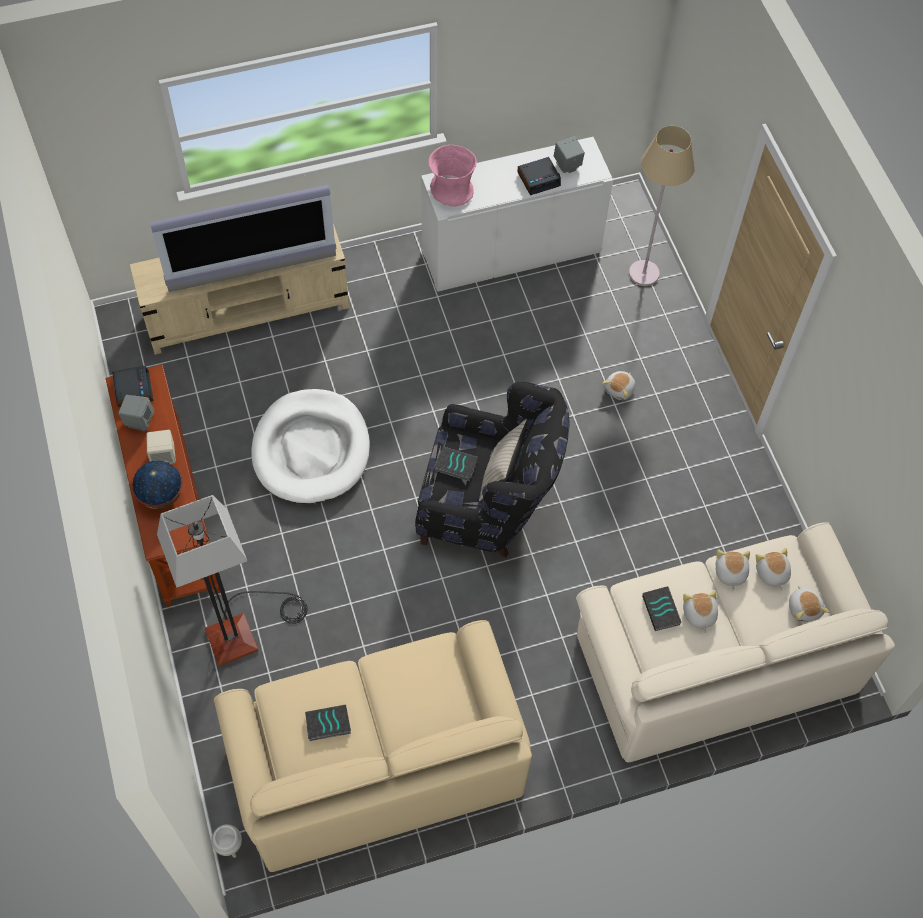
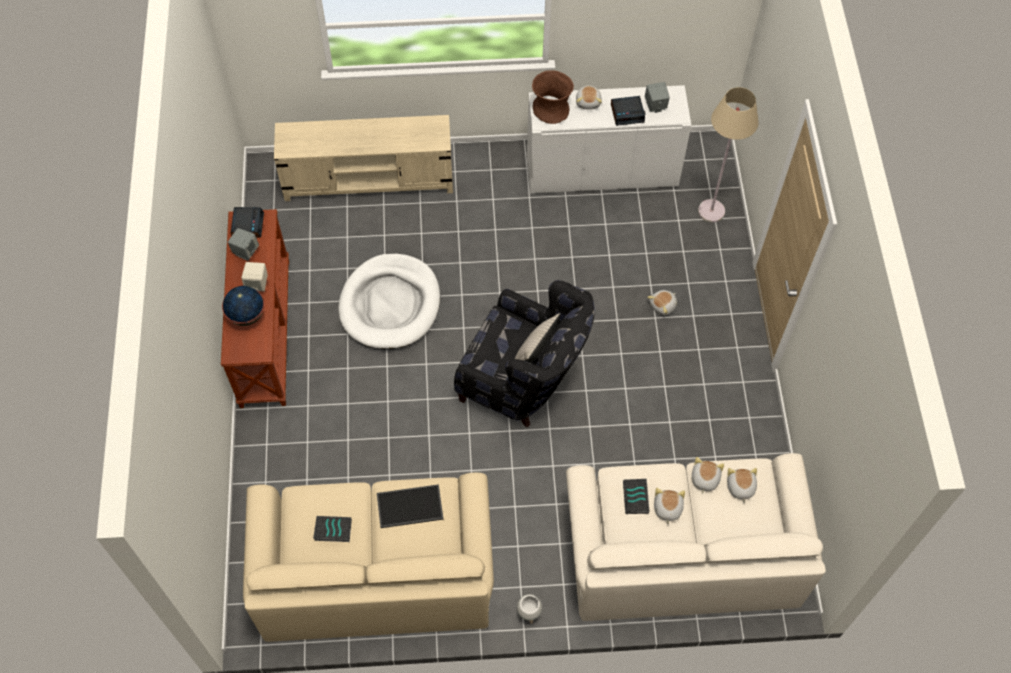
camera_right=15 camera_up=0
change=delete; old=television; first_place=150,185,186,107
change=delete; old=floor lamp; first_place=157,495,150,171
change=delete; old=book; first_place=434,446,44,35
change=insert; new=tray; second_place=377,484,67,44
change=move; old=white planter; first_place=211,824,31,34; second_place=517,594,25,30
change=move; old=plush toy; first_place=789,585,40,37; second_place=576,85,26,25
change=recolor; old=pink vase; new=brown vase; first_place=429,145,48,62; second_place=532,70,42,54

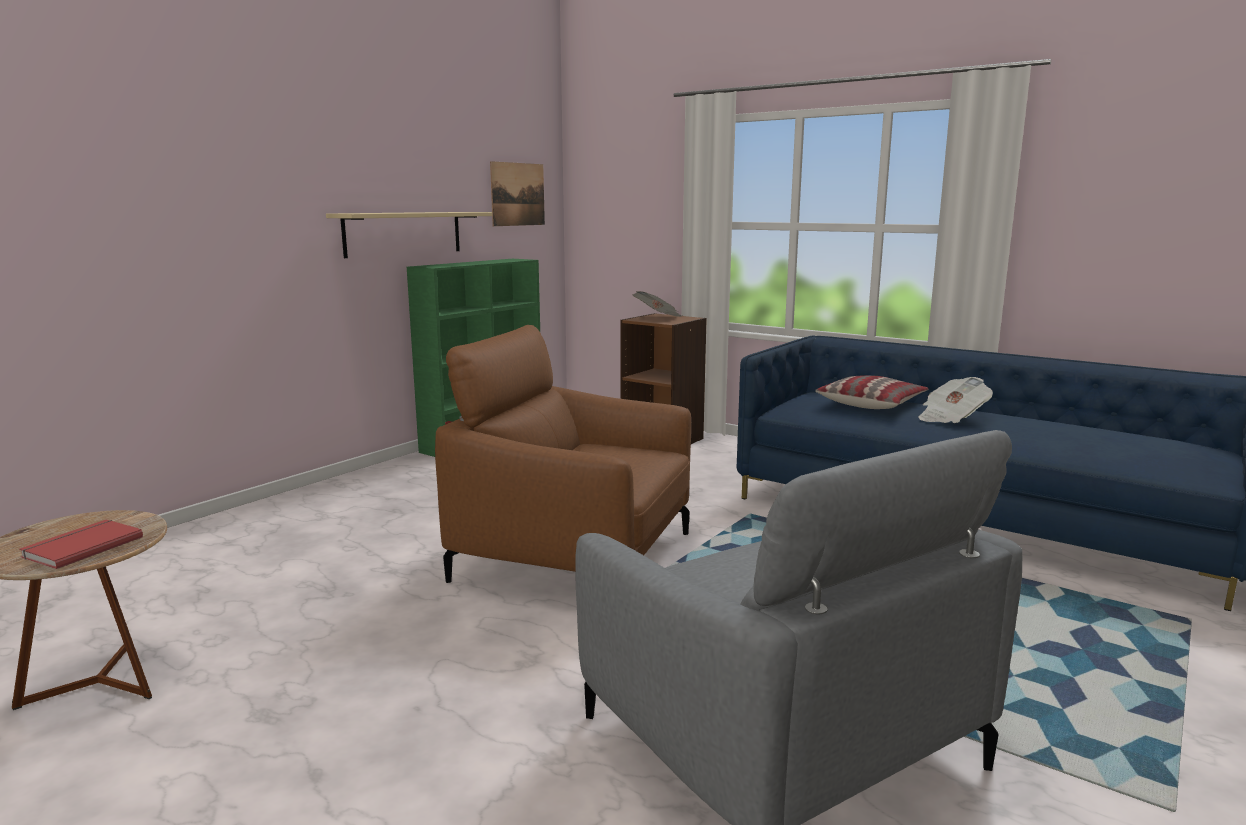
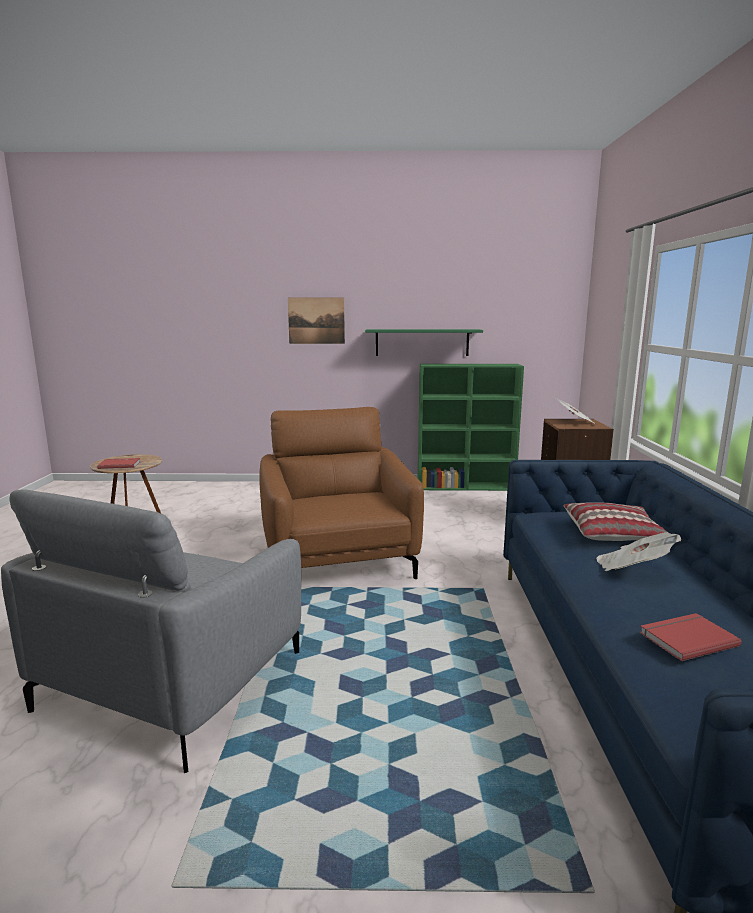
camera_right=55 camera_up=0
change=insert; new=red book; second_place=640,613,102,48
change=move; old=picture; first_place=490,161,55,65; second_place=288,297,57,47
change=recolor; old=beige shelf; new=green shelf; first_place=326,212,166,46; second_place=365,329,118,27

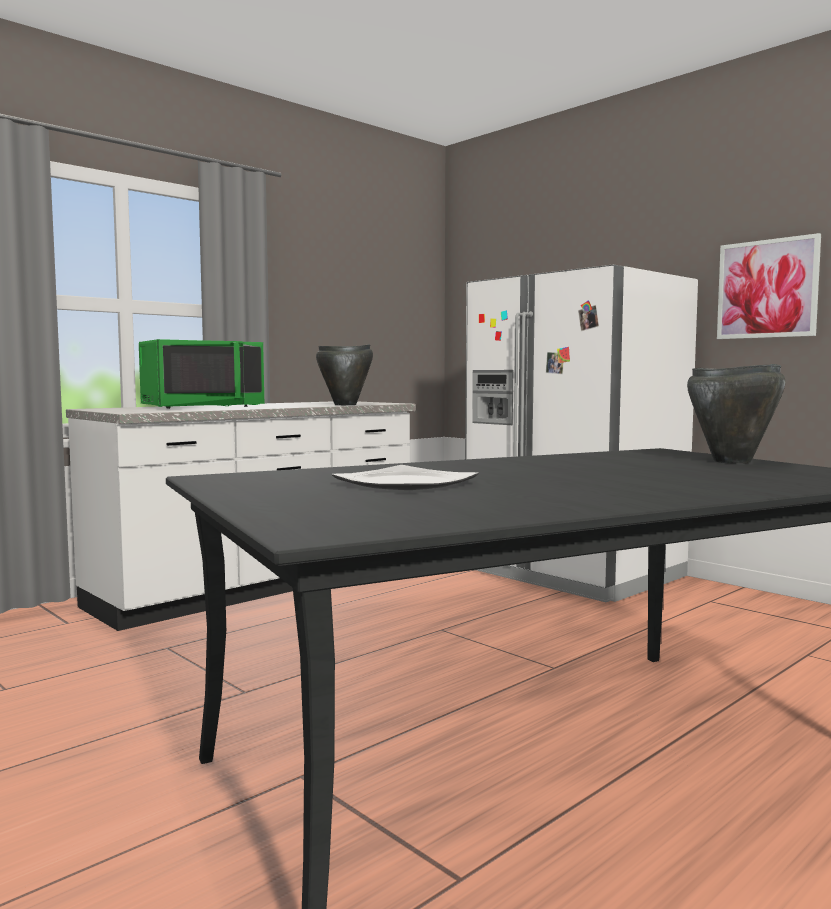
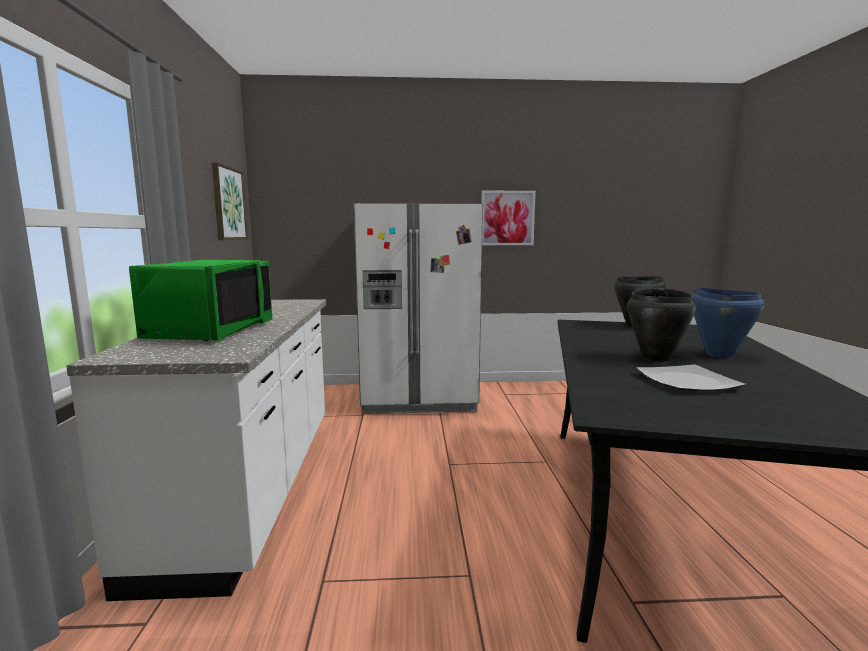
camera_right=-50 camera_up=5
change=insert; new=picture; second_place=212,162,36,78
change=insert; new=blue cooking pot; second_place=692,287,72,71
change=move; old=black cooking pot; first_place=316,344,57,61; second_place=627,288,69,74

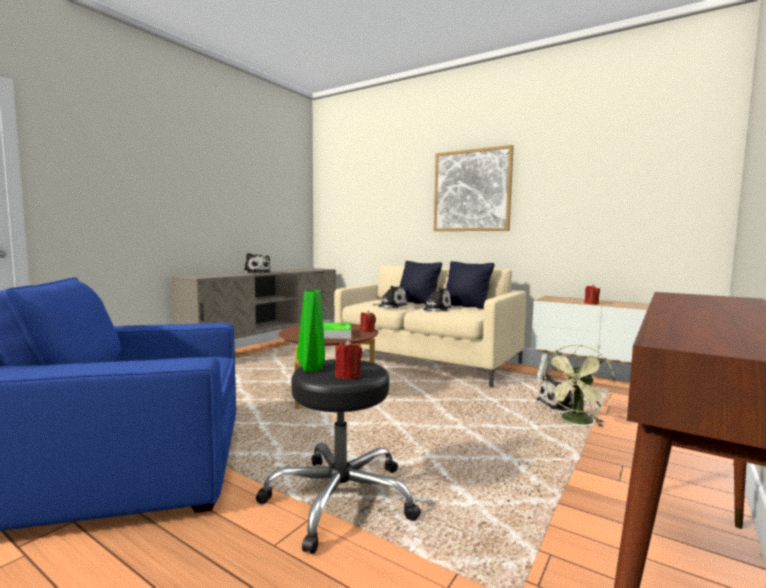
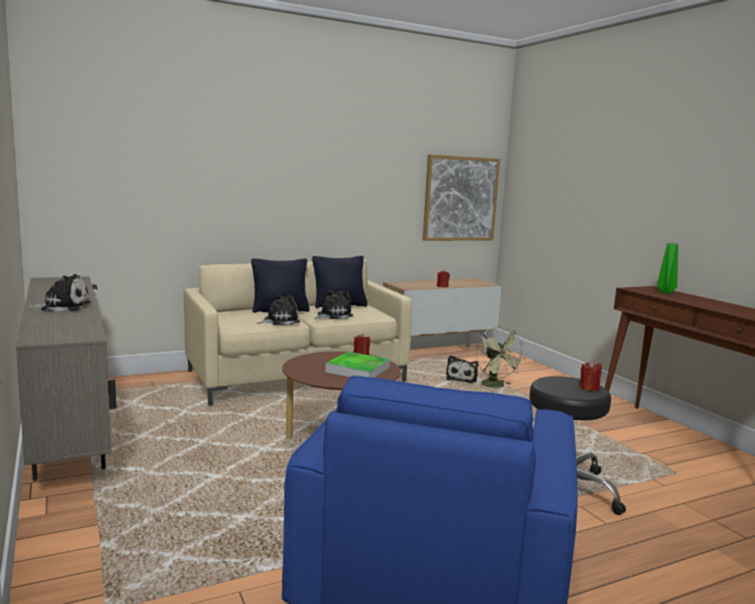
camera_right=-60 camera_up=5
change=move; old=green vase; first_place=297,290,28,82; second_place=657,243,21,51
change=move; old=picture; first_place=434,145,80,86; second_place=423,155,77,86

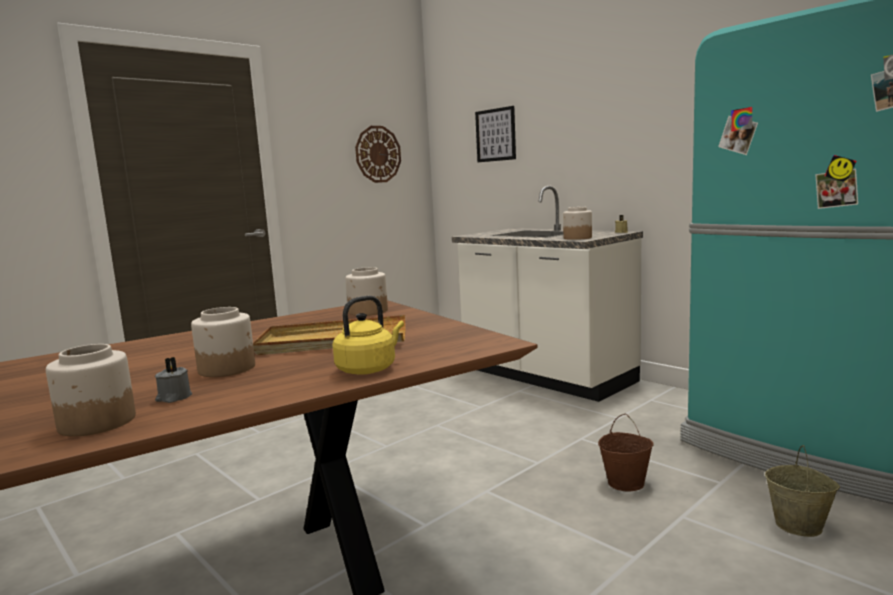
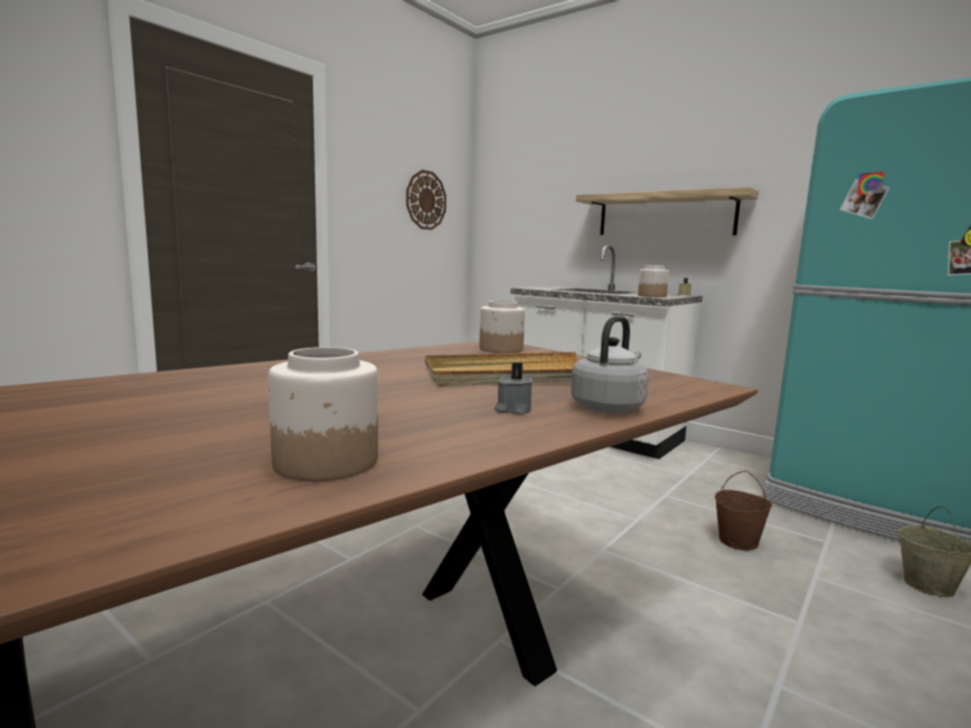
camera_right=-10 camera_up=0
change=delete; old=jar; first_place=191,307,64,70
change=delete; old=picture; first_place=475,106,41,56
change=insert; new=shelf; second_place=576,187,183,48
change=move; old=grey candle; first_place=155,357,37,46; second_place=494,362,39,52
change=recolor; old=yellow kettle; new=grey kettle; first_place=333,295,71,80; second_place=571,316,78,97

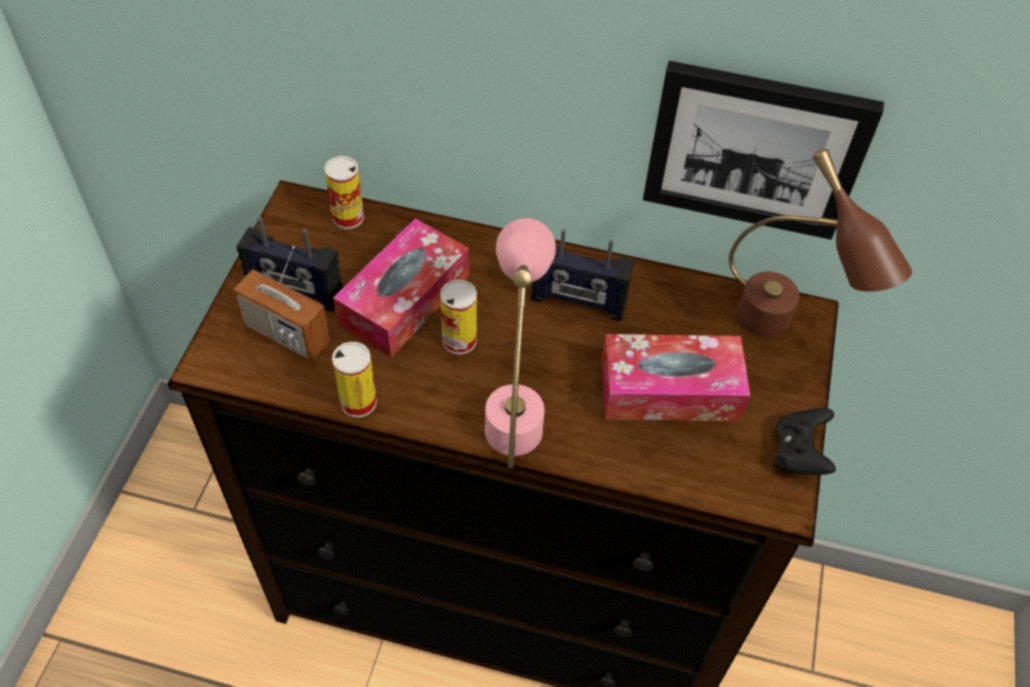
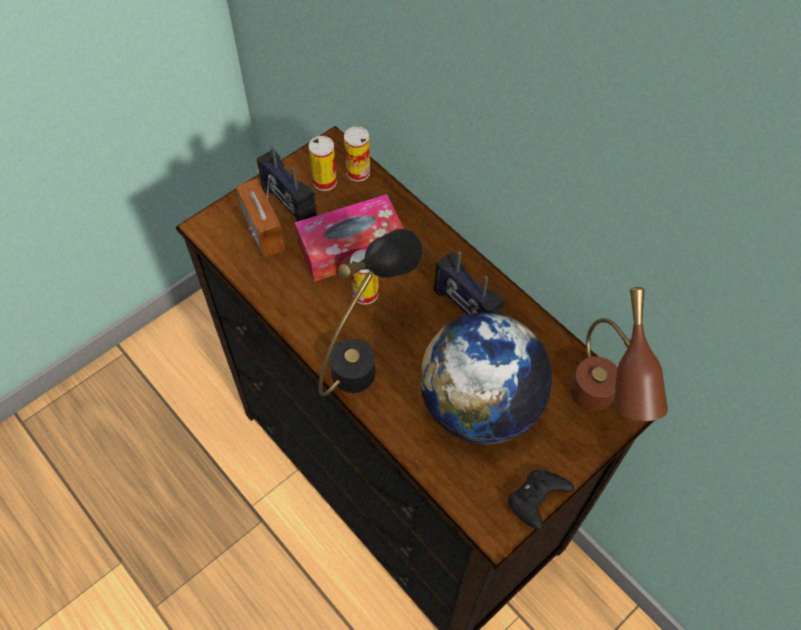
camera_right=35 camera_up=5
change=delete; old=picture; first_place=643,61,241,179
change=move; old=can; first_place=332,342,45,76; second_place=309,136,28,55
change=replace; old=tissue box; new=globe; first_place=601,334,149,87; second_place=419,312,133,133
change=recolor; old=pink table lamp; new=black table lamp; first_place=485,218,71,251; second_place=318,229,105,167

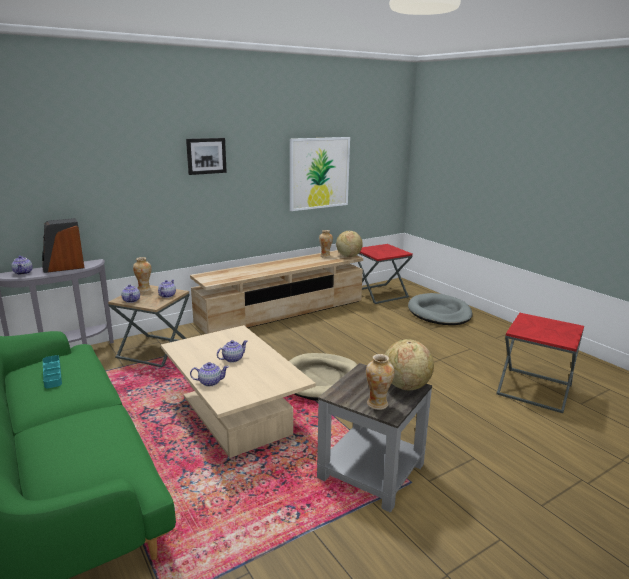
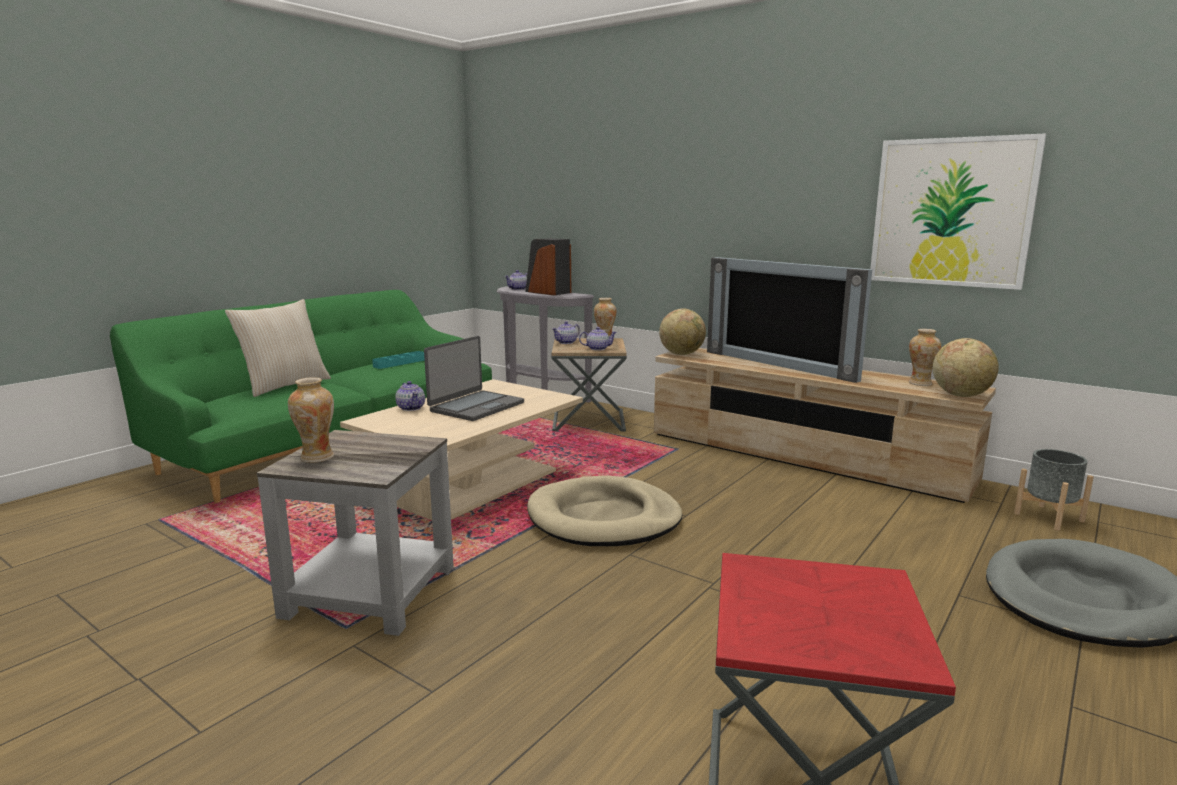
camera_right=70 camera_up=-5
change=delete; old=picture; first_place=186,138,41,37
change=insert; new=beige pillow; second_place=225,299,106,98
change=insert; new=television; second_place=707,257,165,126
change=move; old=globe; first_place=385,339,49,51; second_place=659,308,47,47
change=replace; old=teapot; new=laptop; first_place=217,340,30,22; second_place=424,336,100,85
change=replace; old=red side table; new=grey planter; first_place=358,244,55,60; second_place=1014,449,80,82

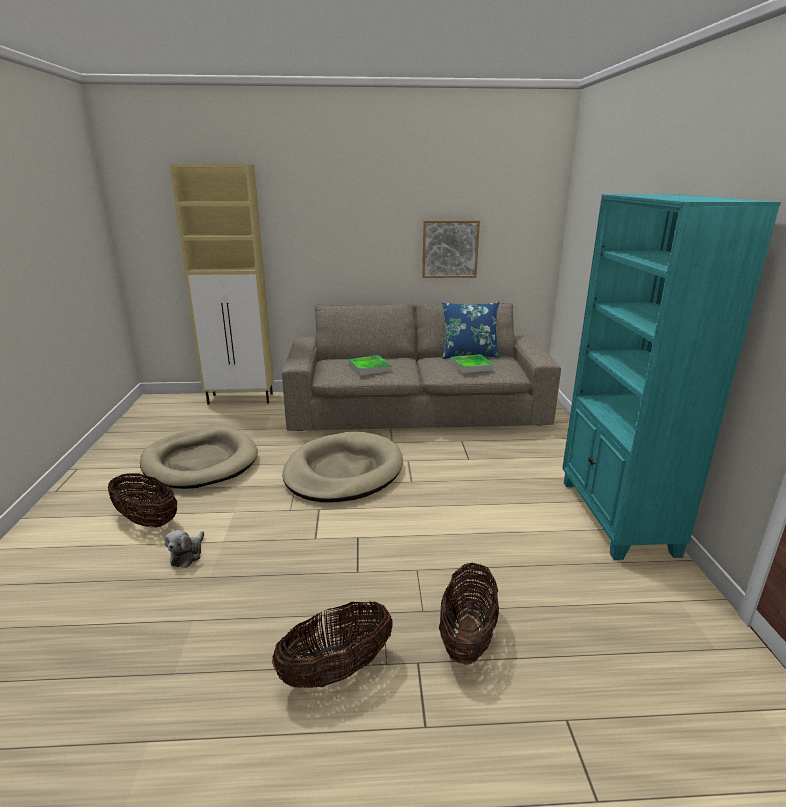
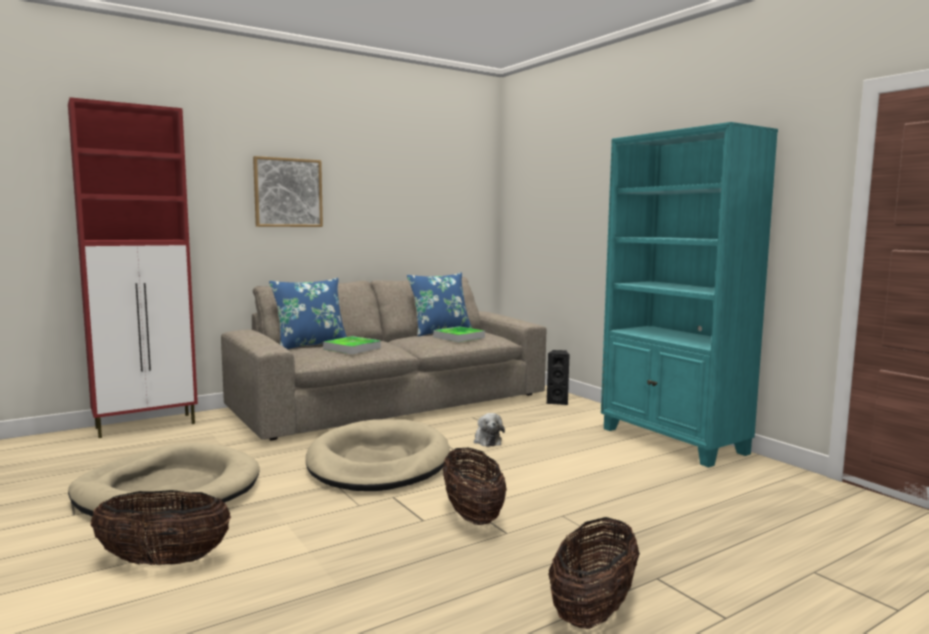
camera_right=-30 camera_up=-15
change=insert; new=blue pillow; second_place=269,278,78,71
change=insert; new=black speaker; second_place=546,350,24,55
change=move; old=plush toy; first_place=165,530,39,38; second_place=474,413,31,34
change=move; old=picture; first_place=422,220,58,58; second_place=253,156,70,71
change=move; old=basket; first_place=439,562,60,103; second_place=443,448,64,77
change=recolor; old=beige cabinet; new=red cabinet; first_place=169,164,105,241; second_place=68,97,130,341

